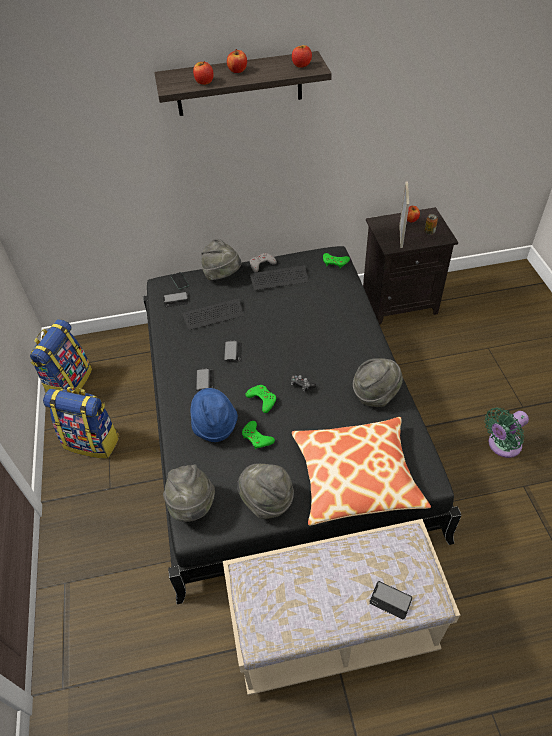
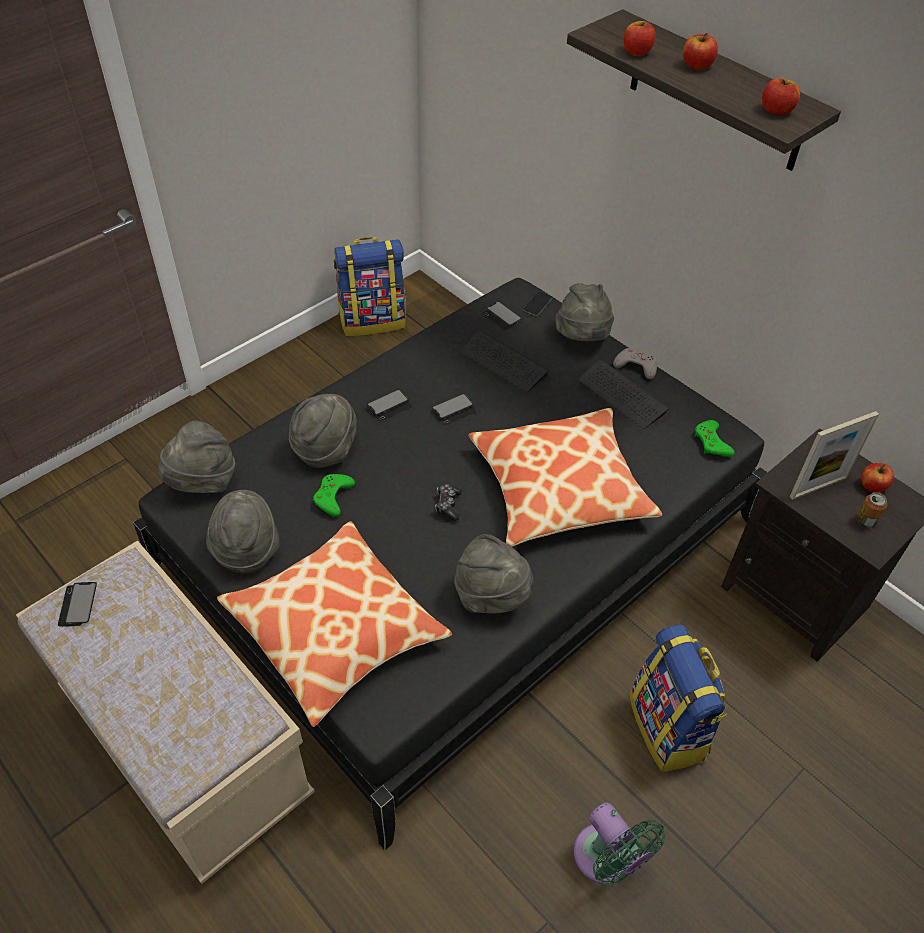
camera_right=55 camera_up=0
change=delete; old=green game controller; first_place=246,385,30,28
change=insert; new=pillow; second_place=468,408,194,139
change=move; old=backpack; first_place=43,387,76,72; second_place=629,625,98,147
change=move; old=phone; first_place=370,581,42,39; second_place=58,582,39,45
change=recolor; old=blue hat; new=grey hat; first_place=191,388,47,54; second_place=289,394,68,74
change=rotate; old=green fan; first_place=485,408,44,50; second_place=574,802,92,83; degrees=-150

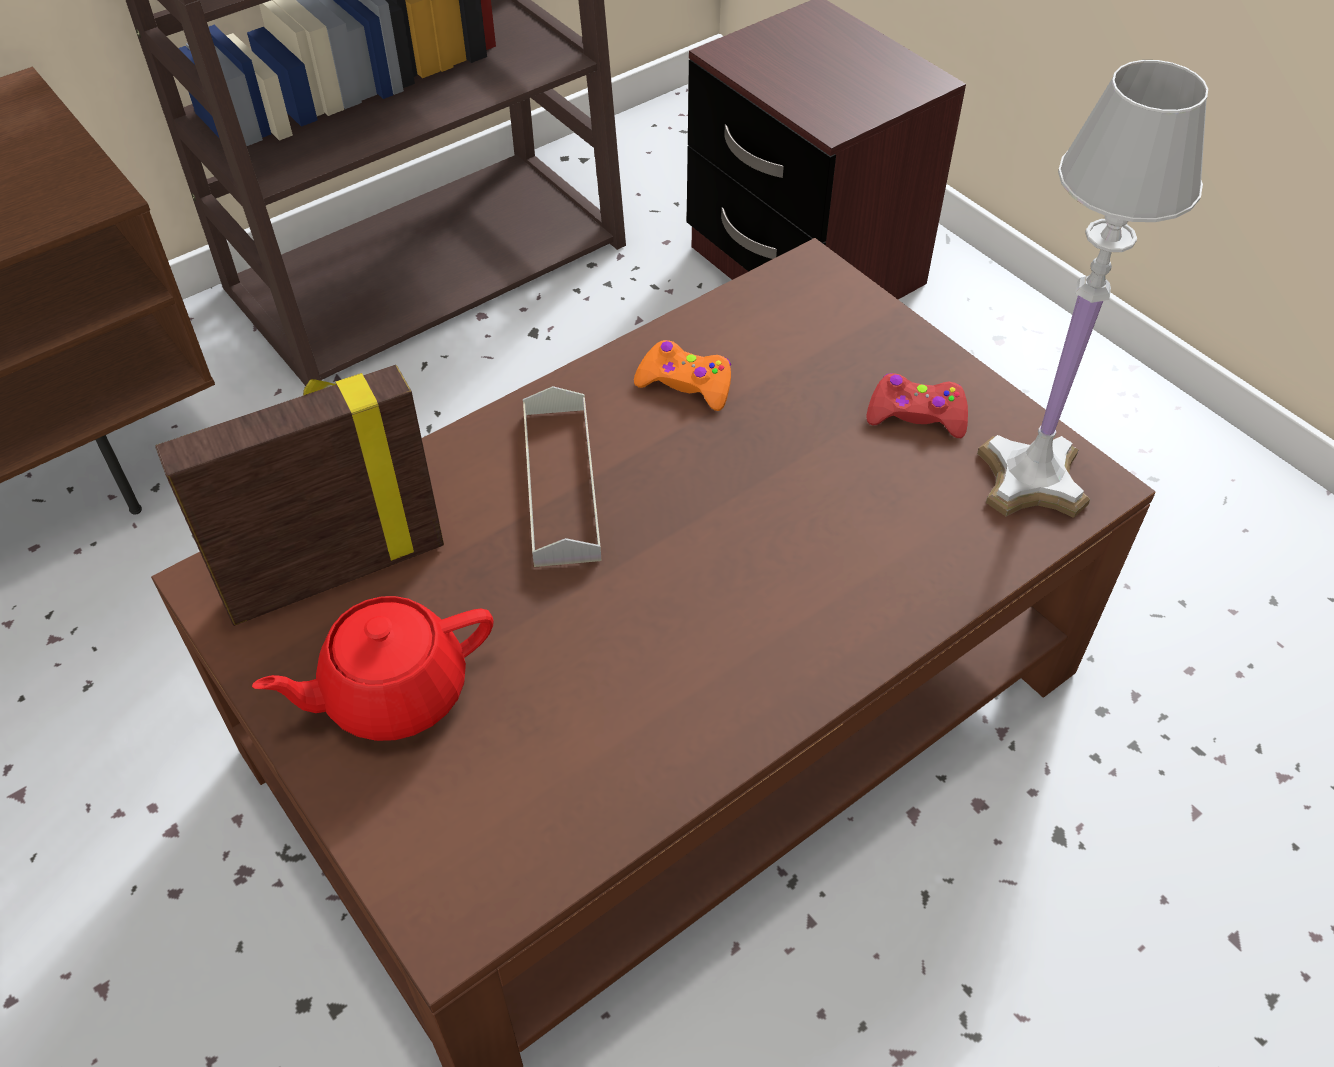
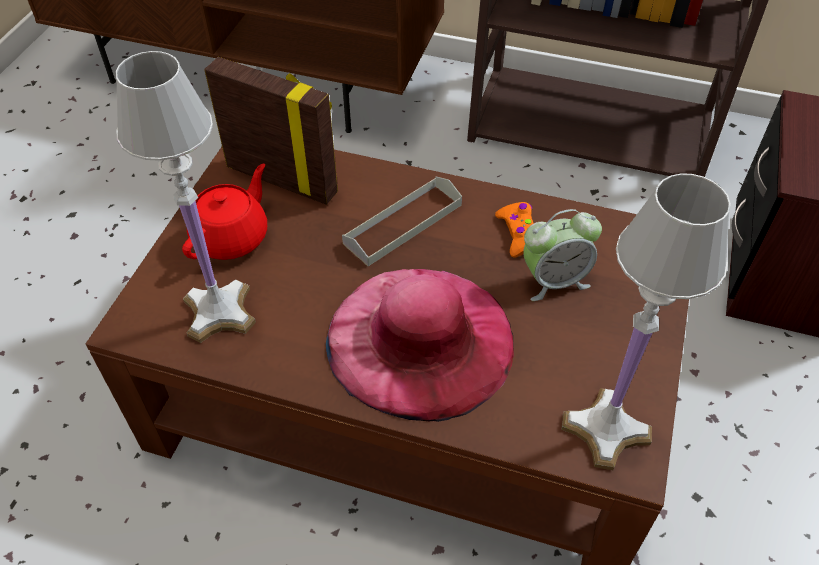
camera_right=55 camera_up=0
change=delete; old=red game controller; first_place=867,373,101,65
change=insert; new=white table lamp; second_place=116,51,140,292
change=insert; new=pink hat; second_place=326,269,188,153
change=insert; new=alarm clock; second_place=523,209,79,92
change=rotate; old=red teapot; first_place=252,596,241,145; second_place=182,164,85,96; degrees=90

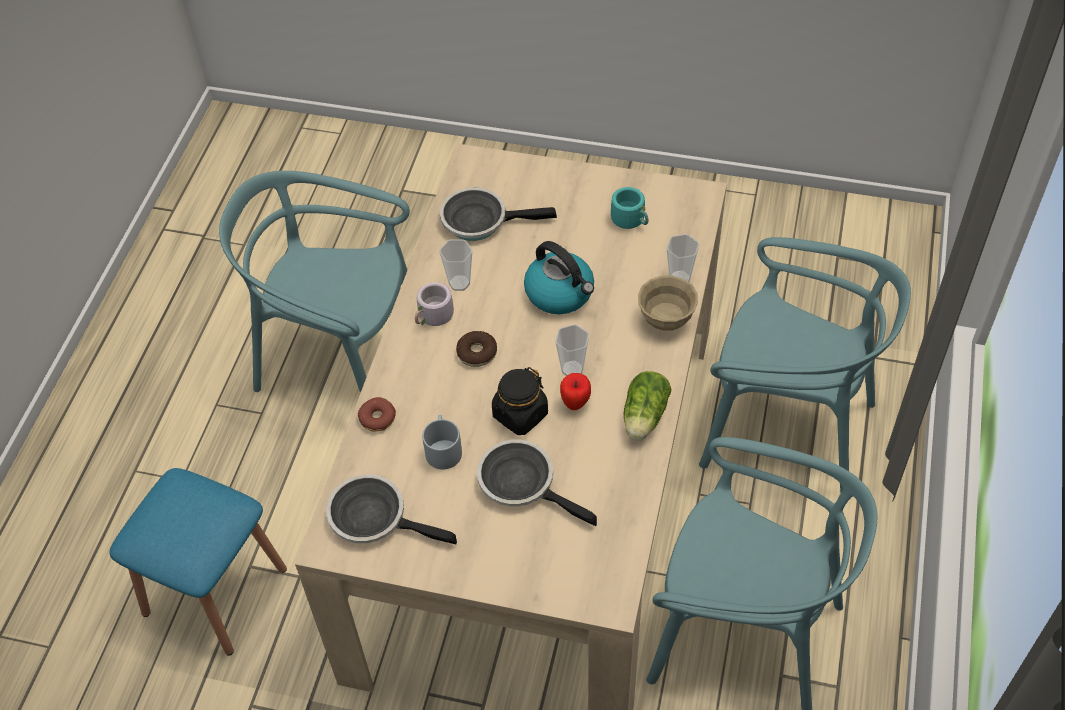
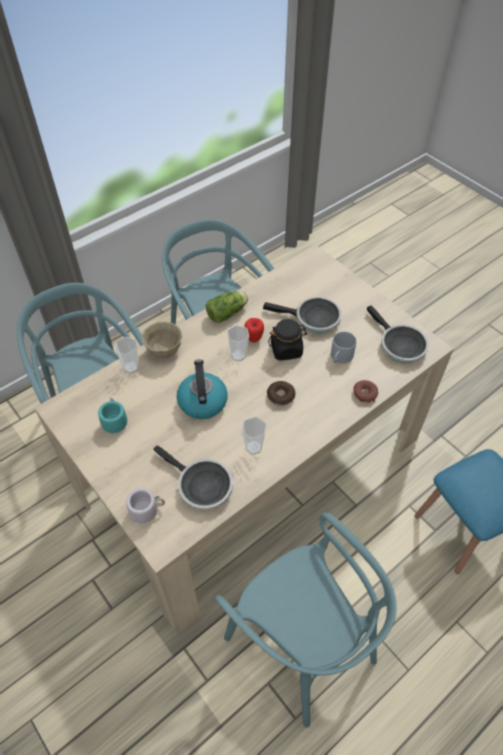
camera_right=-145 camera_up=0
change=move; old=grey mug; first_place=415,282,39,44; second_place=126,488,39,36
change=rotate; old=frying pan; first_place=477,439,120,87; second_place=263,297,79,36; degrees=-60

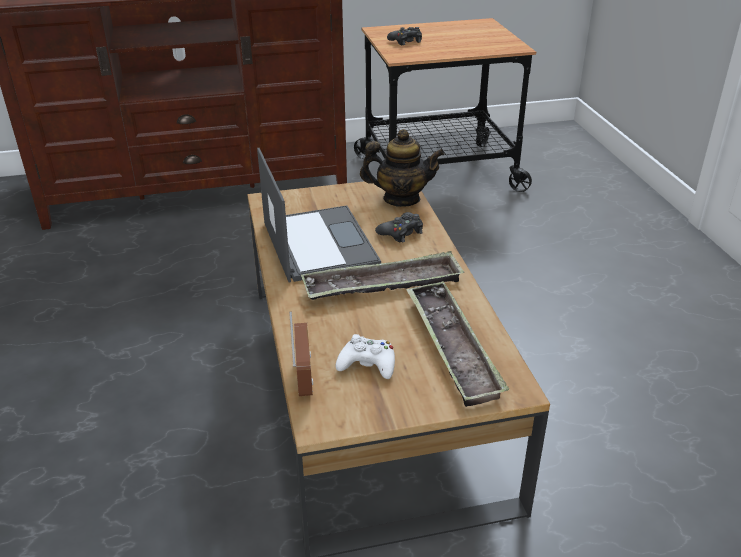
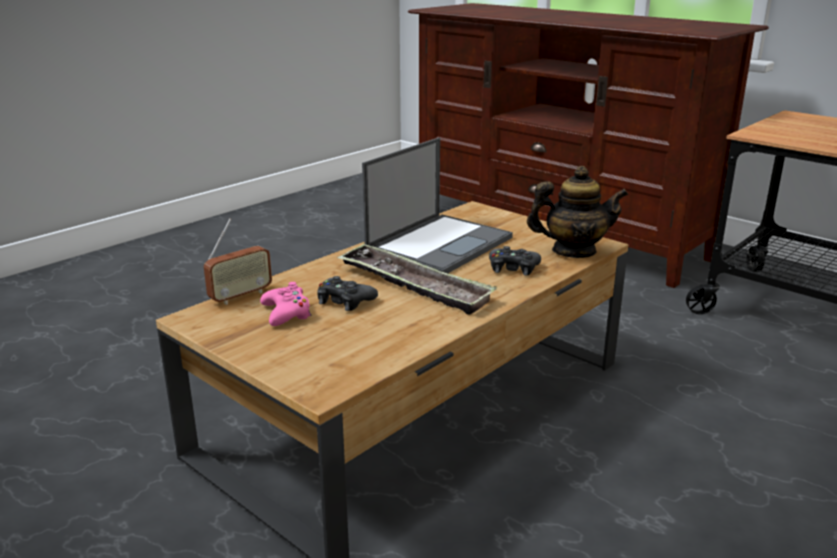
camera_right=55 camera_up=-10
change=delete; old=tray; first_place=406,281,103,126
change=move; old=black game controller; first_place=387,27,35,18; second_place=317,276,61,35
change=recolor; old=white game controller; new=pink game controller; first_place=336,334,59,45; second_place=260,282,52,44
change=rotate; old=teapot; first_place=360,129,85,78; second_place=527,166,101,92; degrees=-60

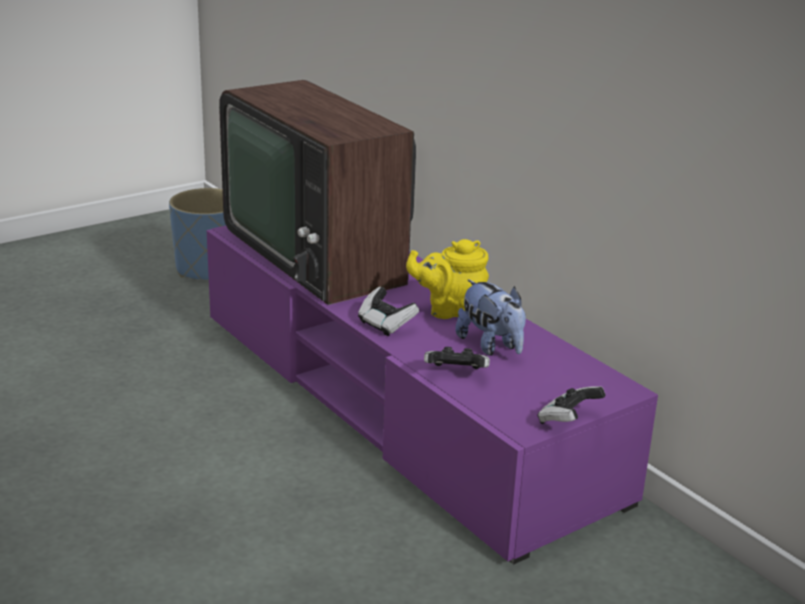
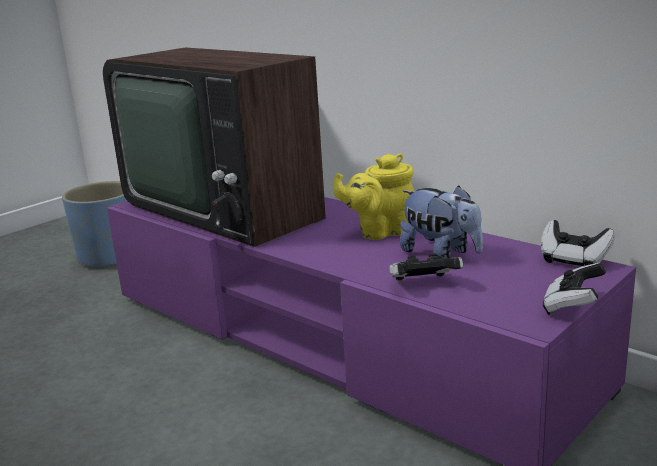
camera_right=-10 camera_up=-5
change=move; old=game controller; first_place=358,287,61,49; second_place=541,220,74,46

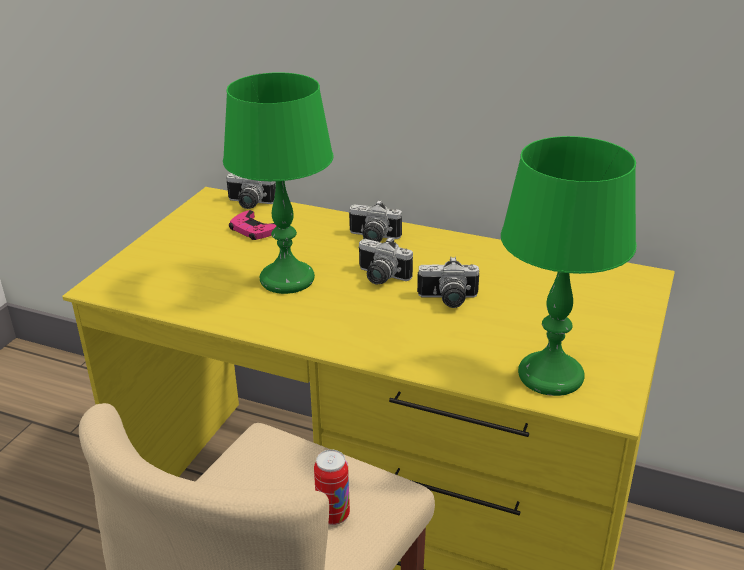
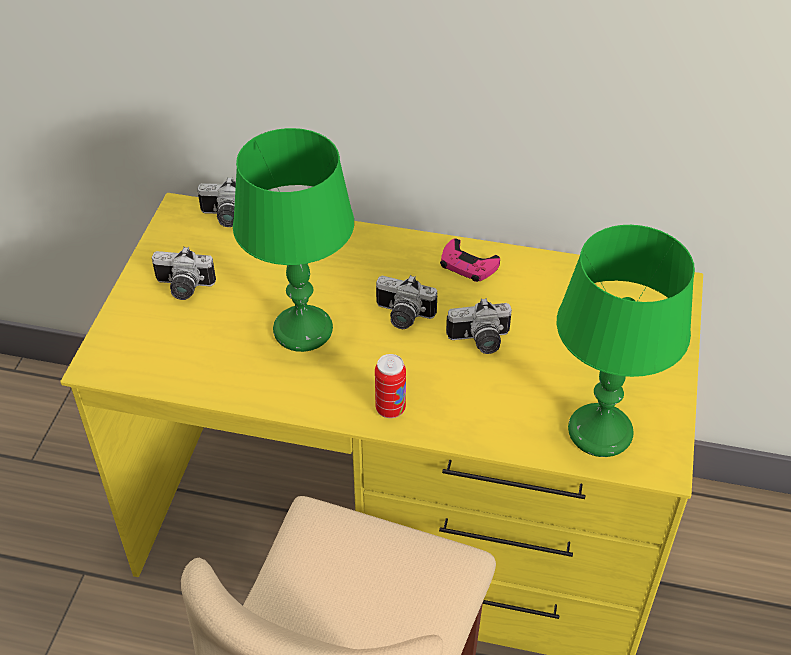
camera_right=-10 camera_up=15
change=move; old=pink game controller; first_place=229,210,47,30; second_place=440,238,60,44
change=move; old=can; first_place=314,450,36,75; second_place=375,354,31,64
change=move; old=photo camera; first_place=349,200,53,42; second_place=152,246,64,54

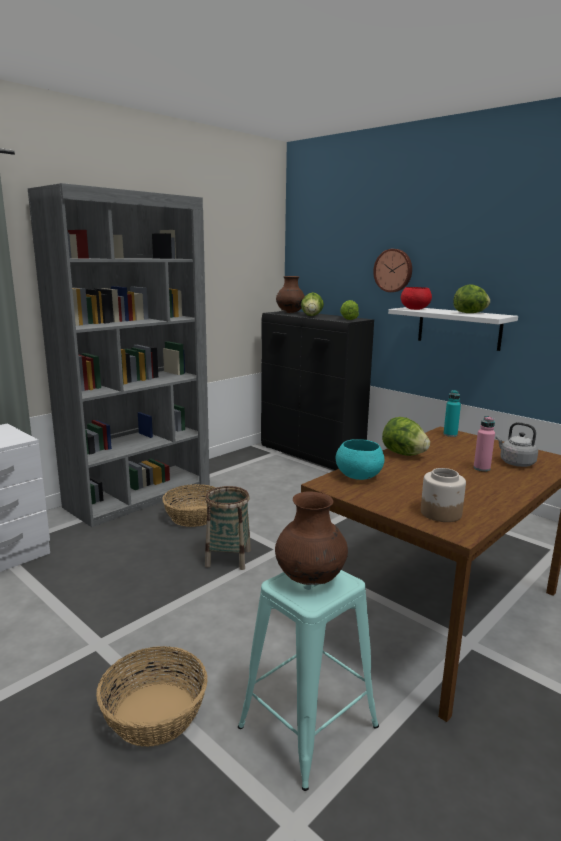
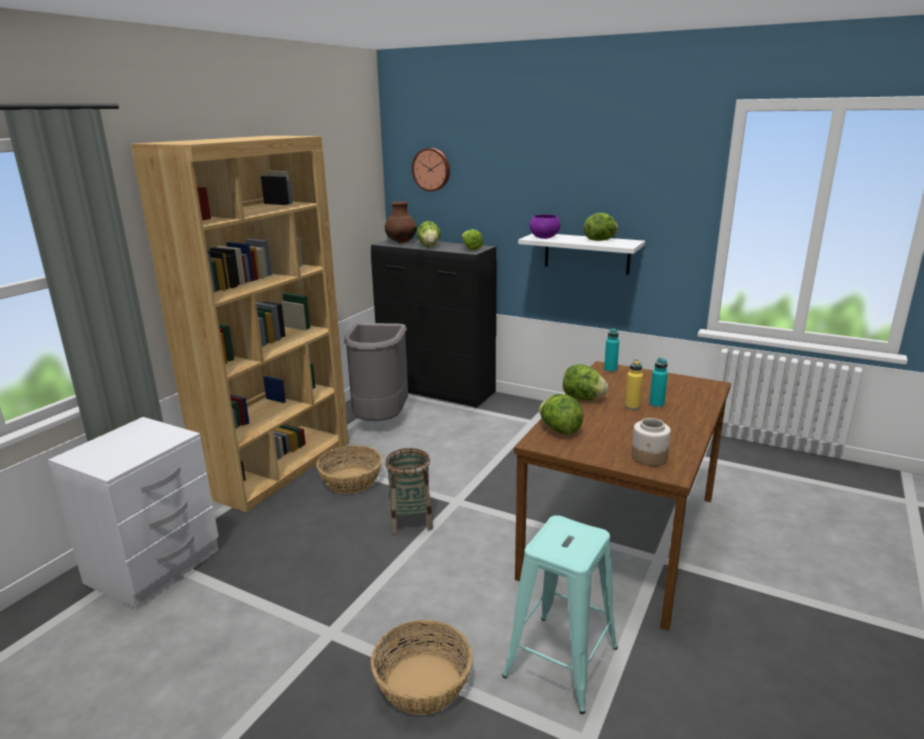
camera_right=-15 camera_up=5
change=delete; old=brown vase; first_place=275,491,73,94
change=delete; old=grey kettle; first_place=496,422,42,45
change=insert; new=grey trash can; second_place=344,323,64,98
change=insert; new=yellow bottle; second_place=625,360,18,50
change=move; old=wall clock; first_place=373,249,39,43; second_place=412,148,38,44
change=replace; old=turquoise bowl; new=lettuce; first_place=336,439,48,41; second_place=539,394,44,41
change=recolor; old=grey bookcase; new=brown bookcase; first_place=28,183,182,344; second_place=131,136,218,376
change=recolor; old=red bowl; new=purple bowl; first_place=401,287,31,23; second_place=530,214,30,25
change=recolor; old=pink bottle; new=turquoise bottle; first_place=474,416,21,55; second_place=649,358,19,50

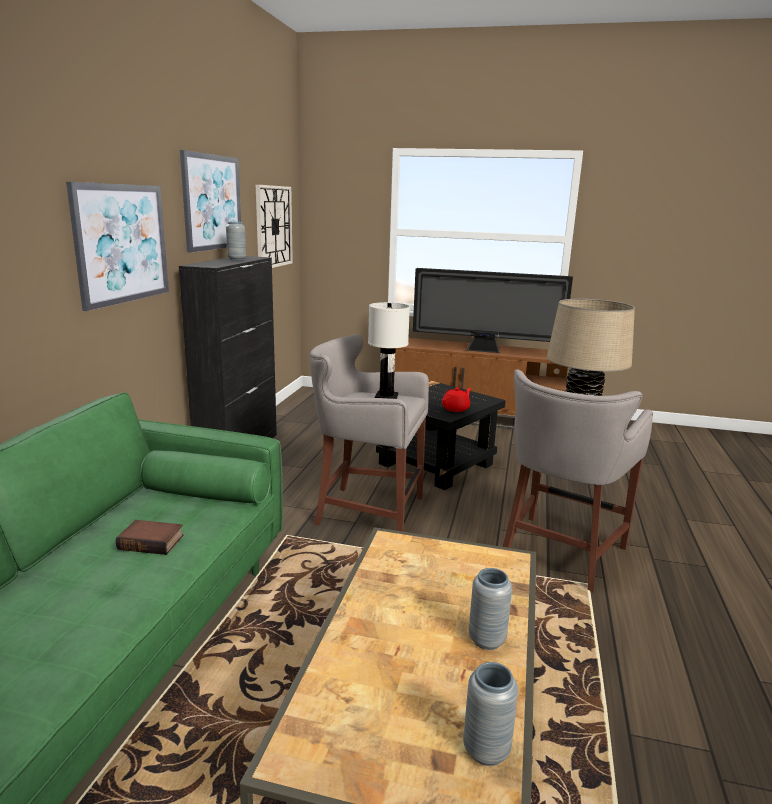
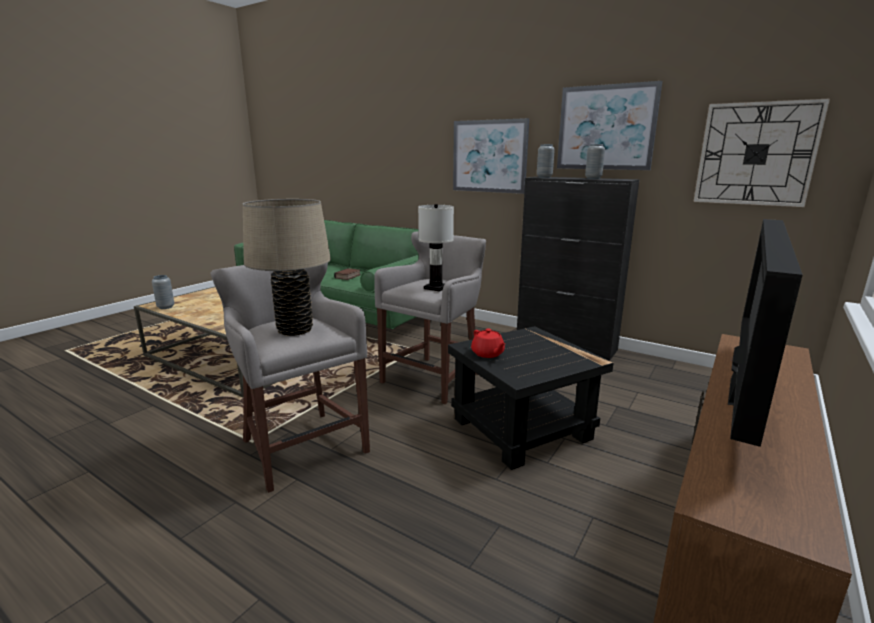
camera_right=110 camera_up=0
change=move; old=grey vase; first_place=469,568,43,82; second_place=537,144,18,34

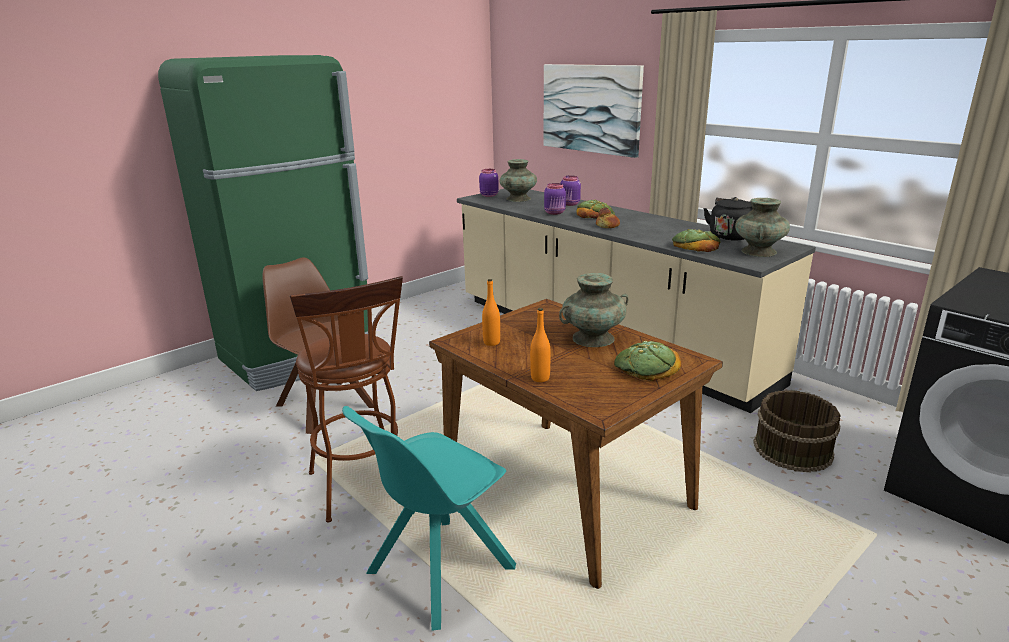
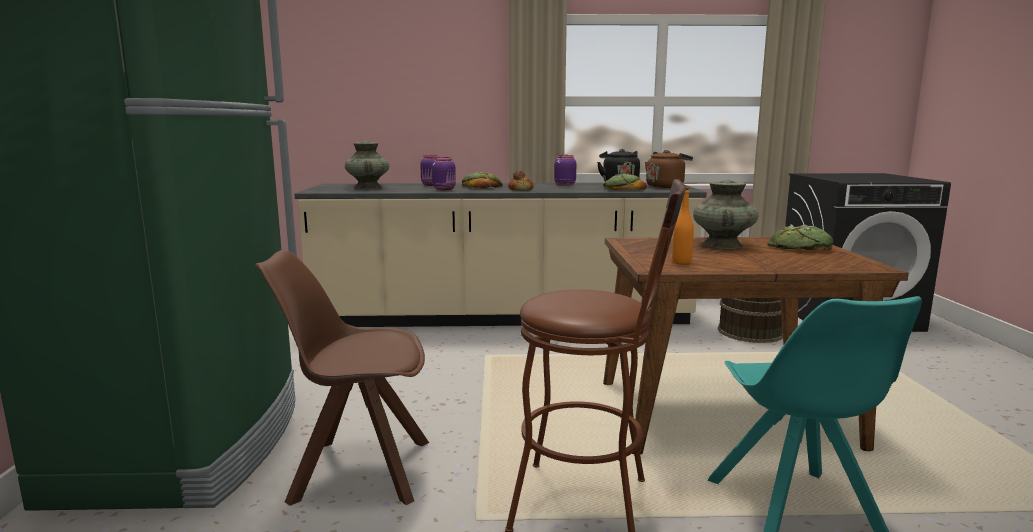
camera_right=-50 camera_up=-10
change=delete; old=orange bottle; first_place=530,308,20,74
change=delete; old=picture; first_place=544,64,100,94
change=move; old=purple jar; first_place=479,169,20,28; second_place=554,155,22,31
change=replace; old=turquoise vase; new=brown kettle; first_place=735,198,55,59; second_place=645,150,48,38

